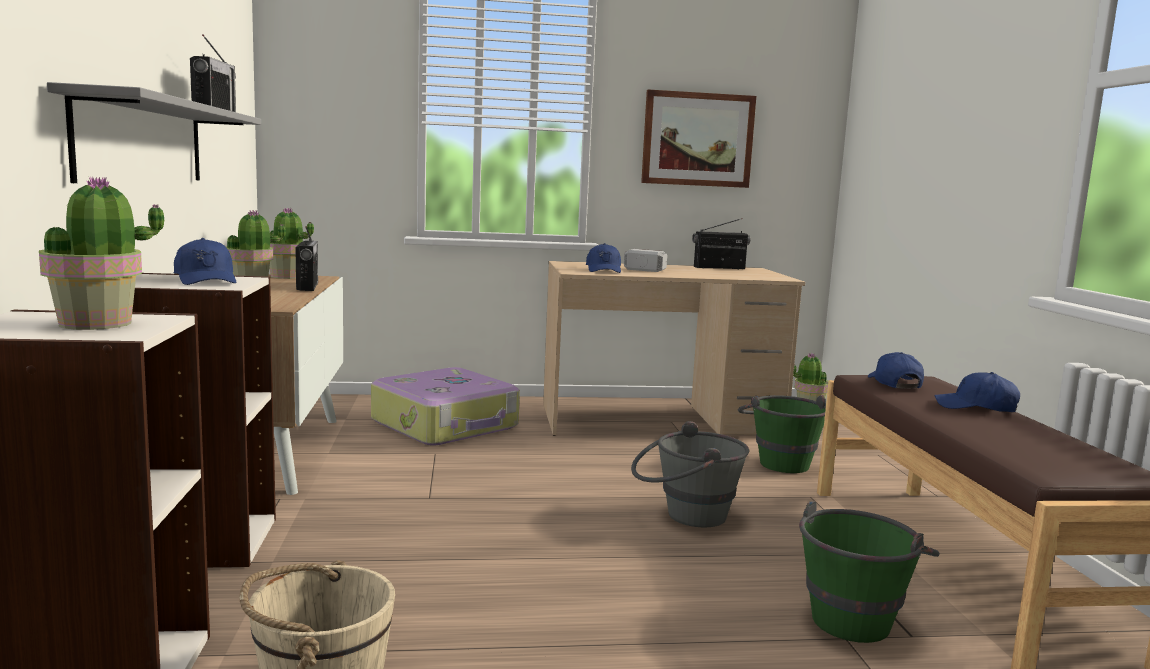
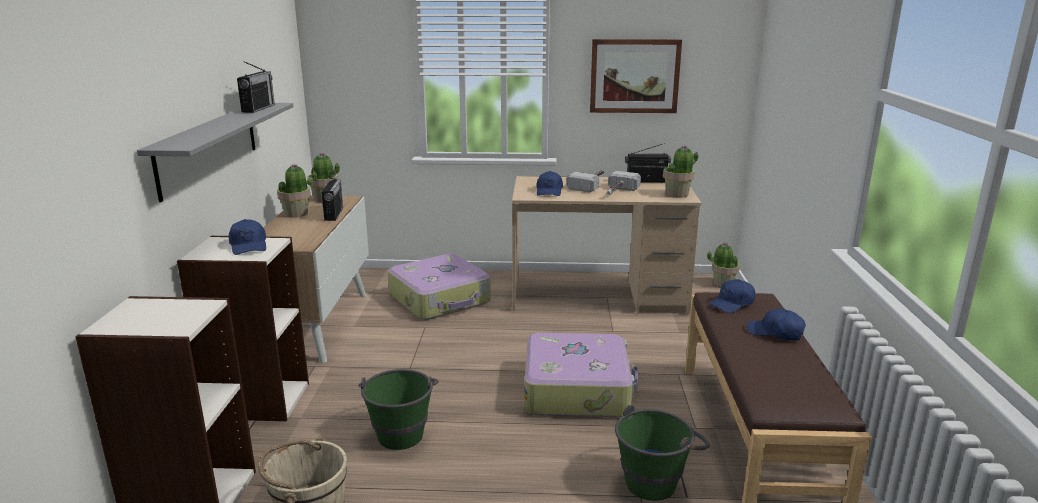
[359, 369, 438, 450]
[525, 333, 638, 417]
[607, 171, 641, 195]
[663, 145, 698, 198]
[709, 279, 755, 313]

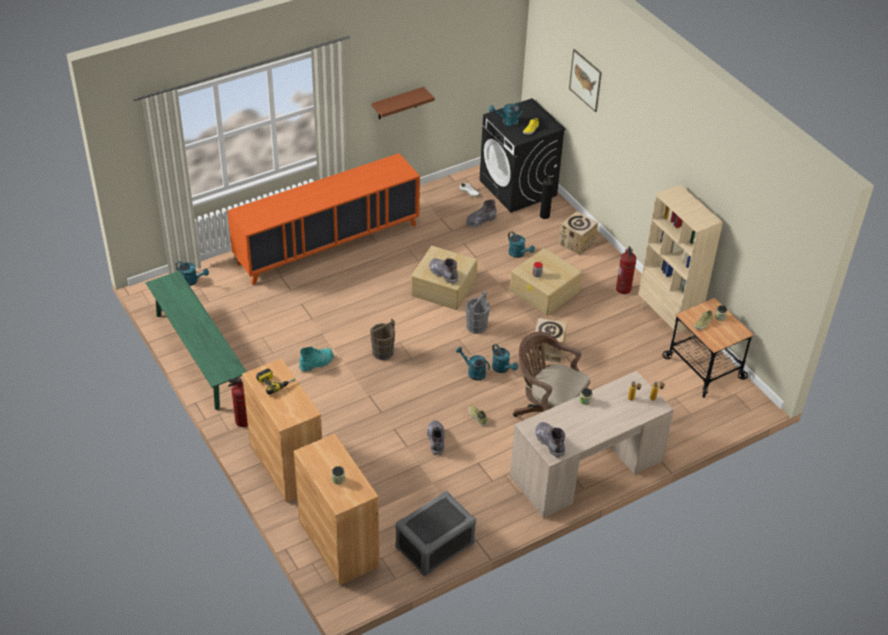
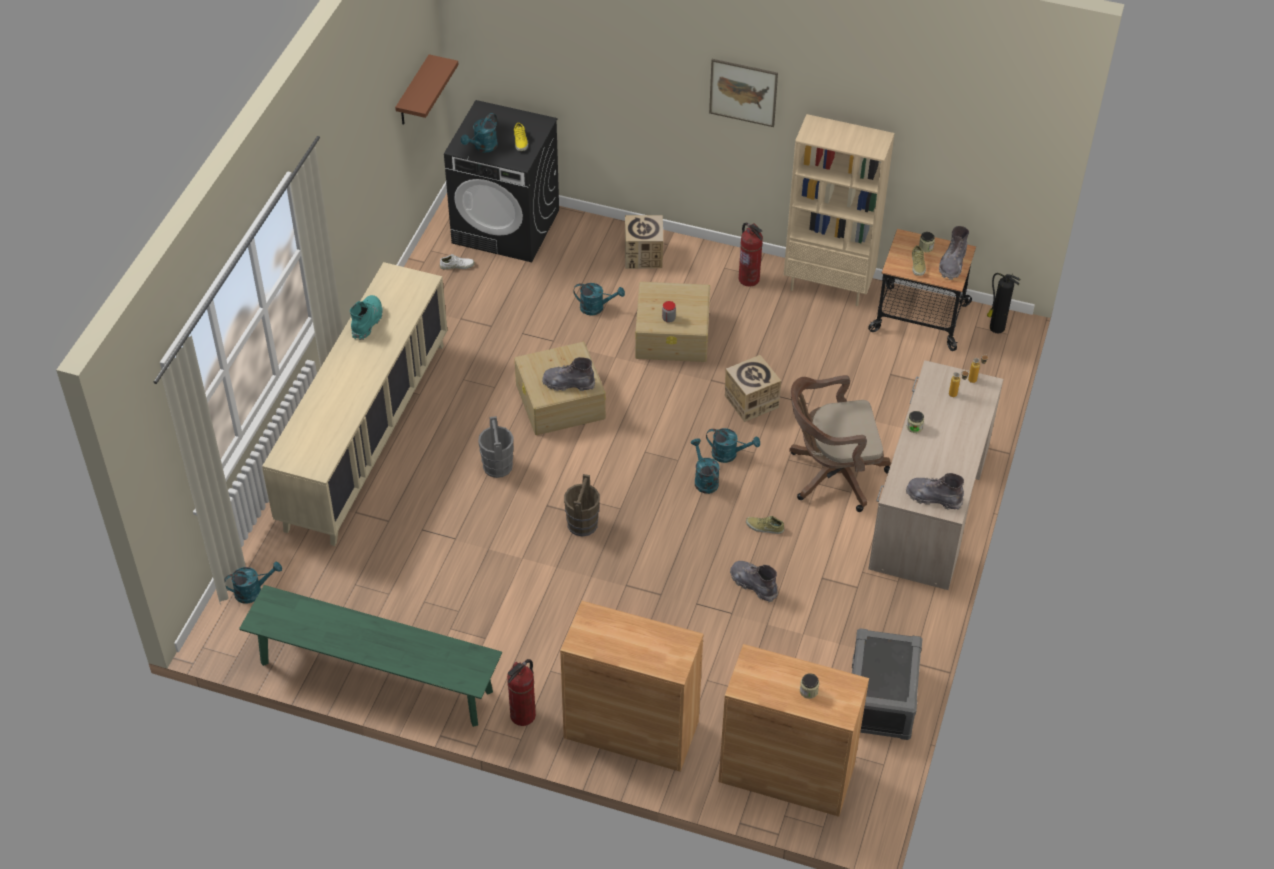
[262, 262, 448, 546]
[350, 295, 383, 340]
[395, 54, 459, 125]
[478, 416, 514, 478]
[691, 438, 720, 494]
[709, 59, 778, 127]
[939, 226, 969, 280]
[987, 273, 1020, 333]
[256, 369, 296, 395] (first image)

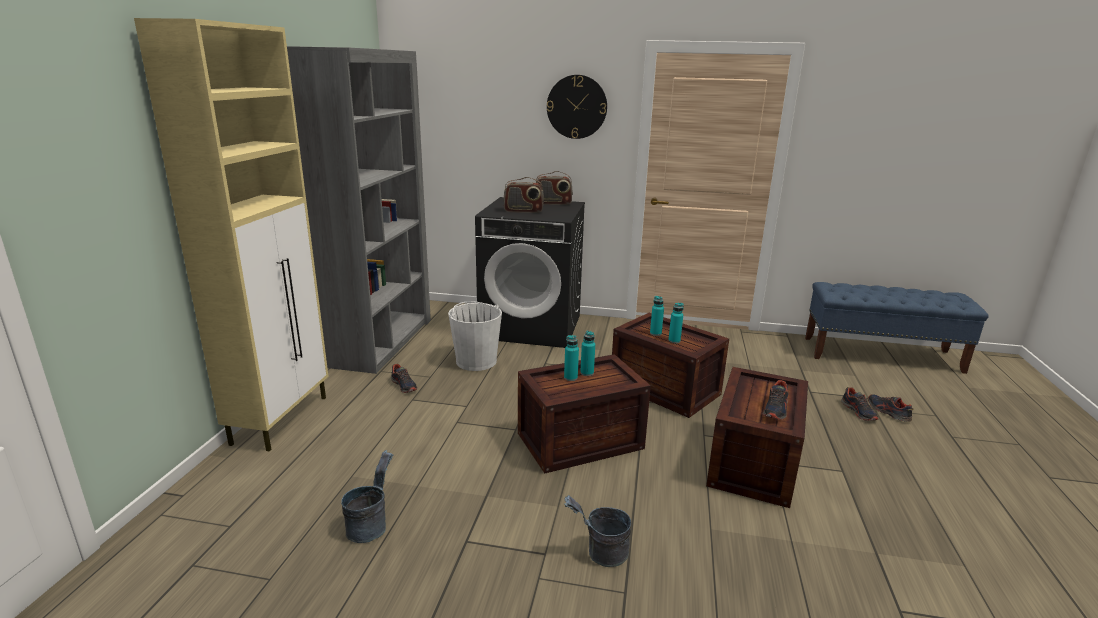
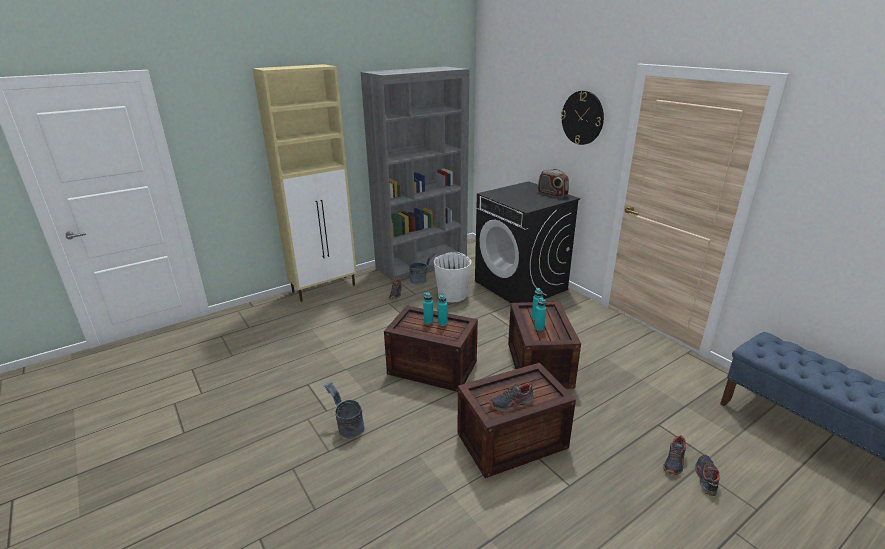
[409, 252, 436, 284]
[503, 177, 544, 213] (first image)

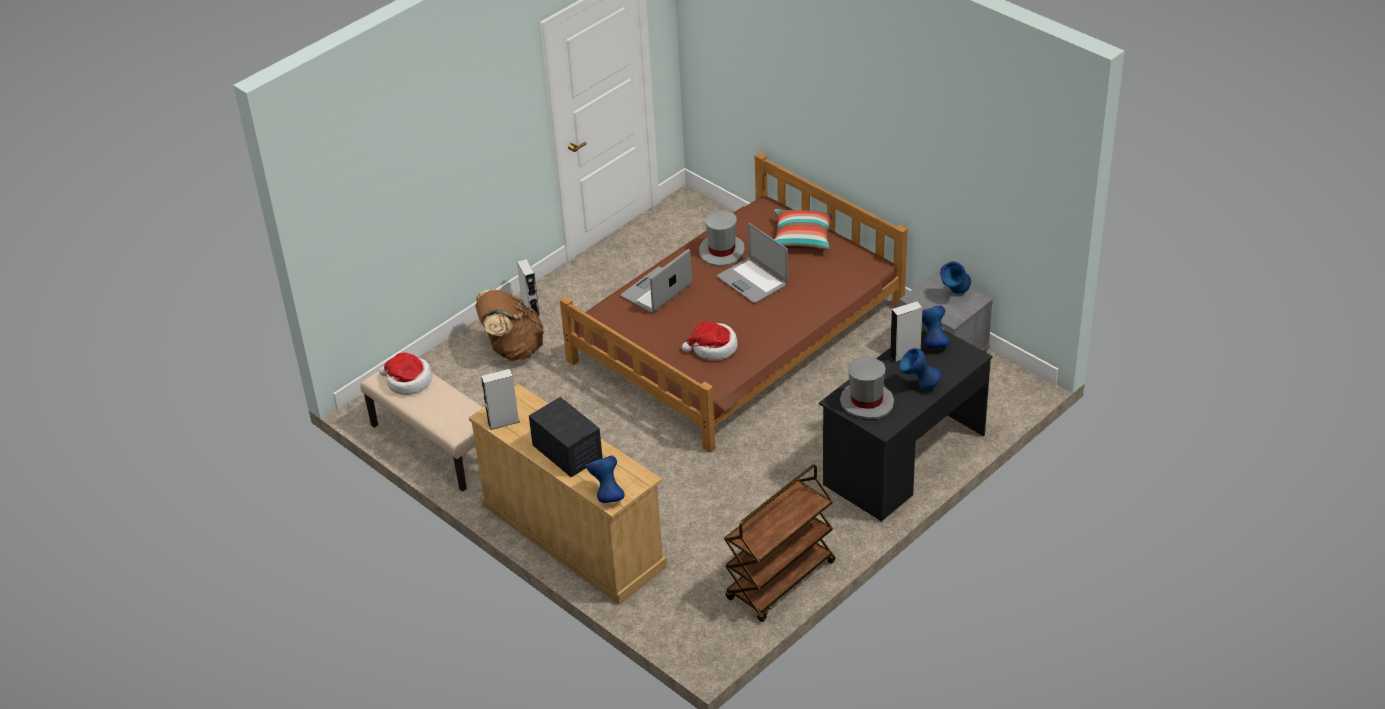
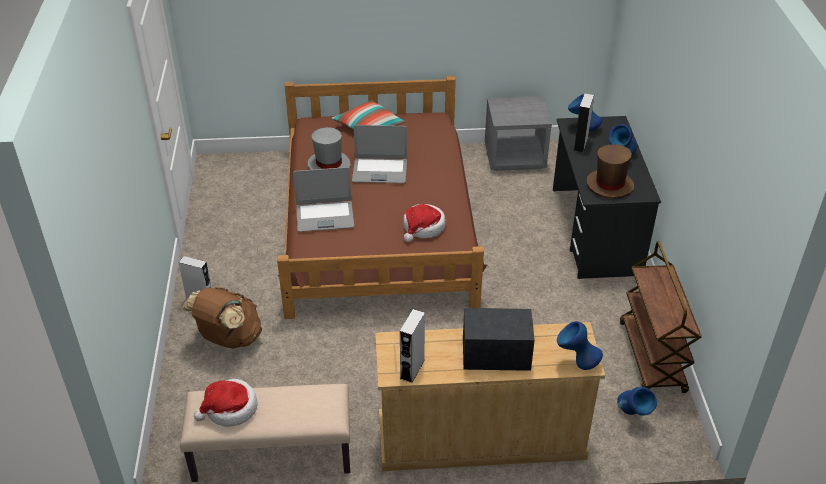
[293, 167, 354, 232]
[587, 144, 634, 199]
[617, 387, 657, 416]

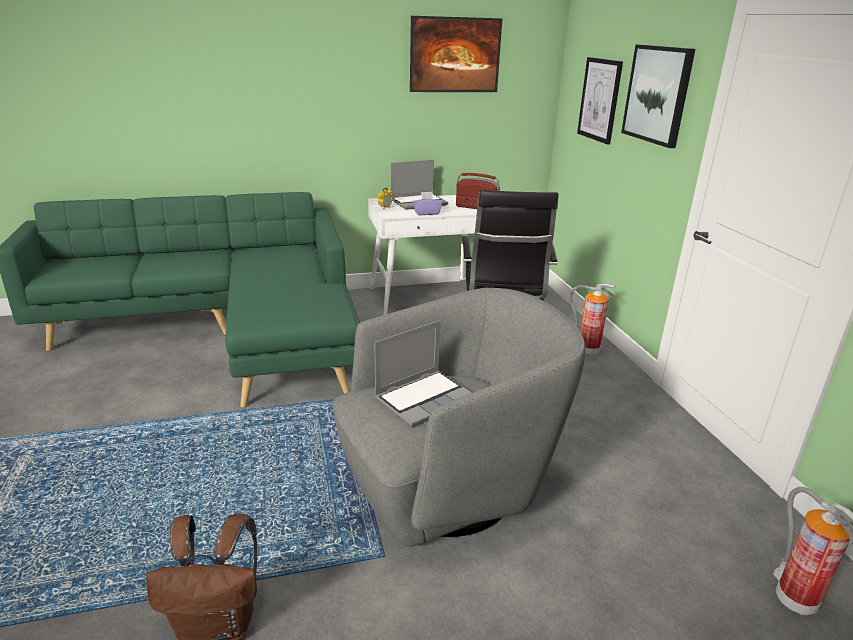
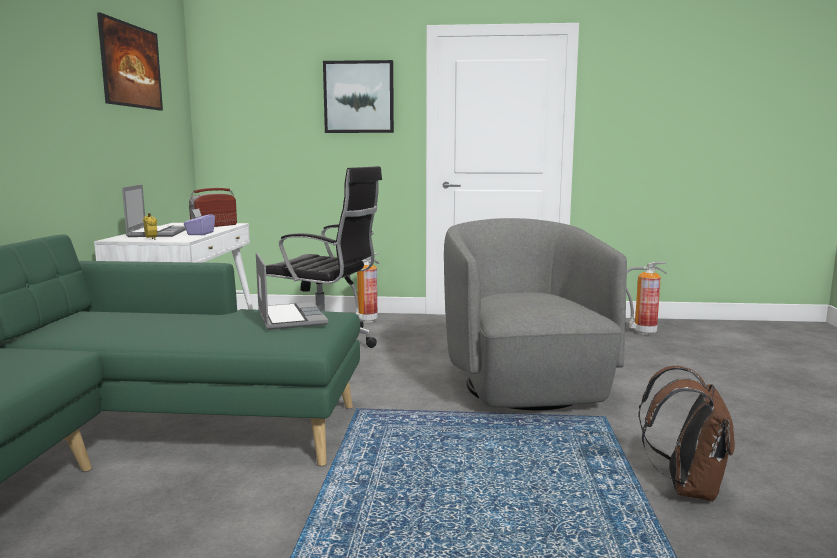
[256, 252, 328, 330]
[577, 57, 623, 145] (first image)

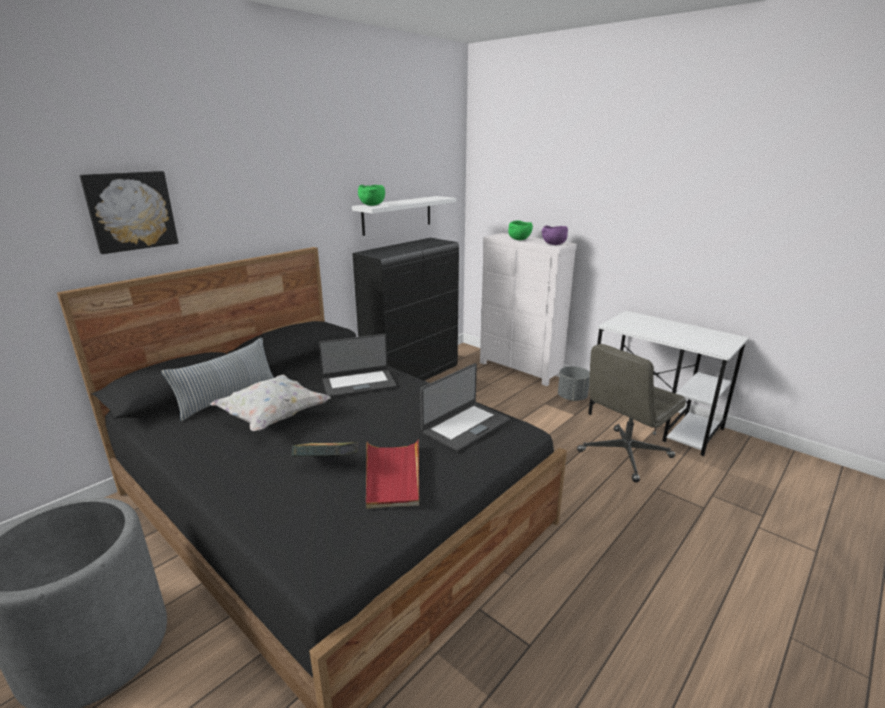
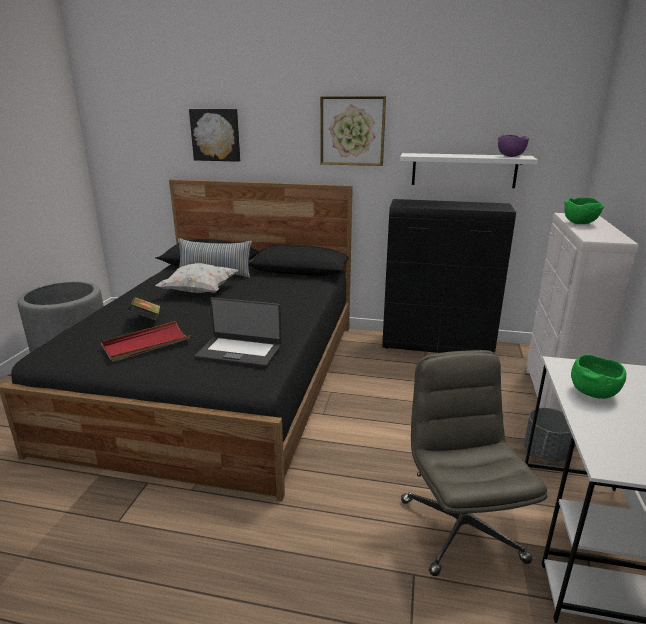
[320, 96, 386, 166]
[401, 350, 547, 576]
[498, 135, 529, 157]
[571, 354, 626, 399]
[319, 334, 397, 398] (first image)

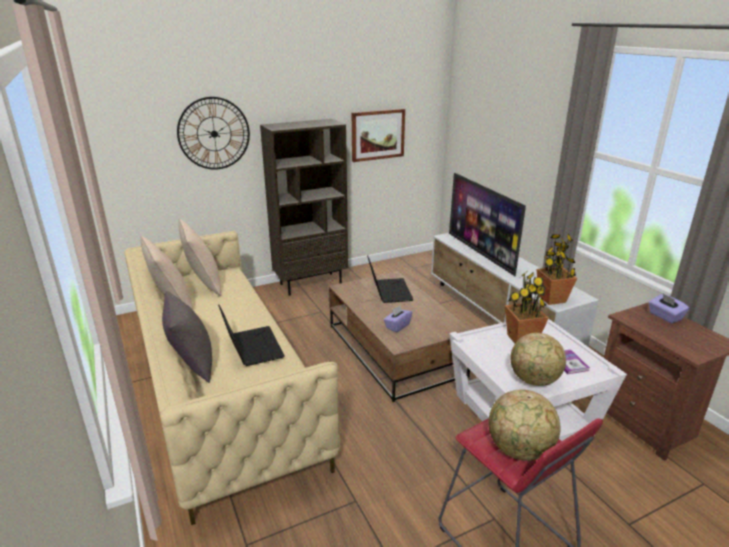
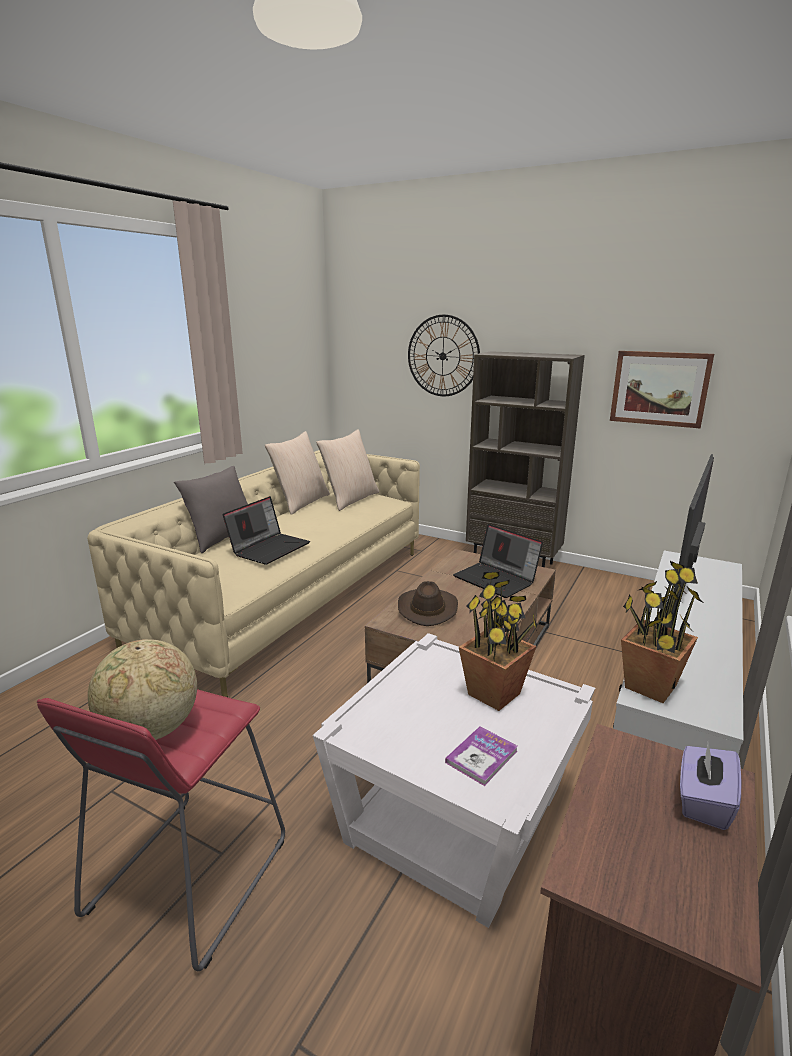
[398, 581, 458, 626]
[453, 524, 543, 598]
[510, 333, 566, 386] (first image)

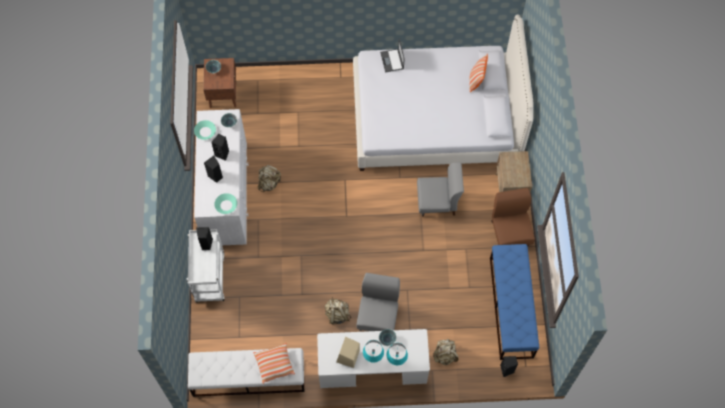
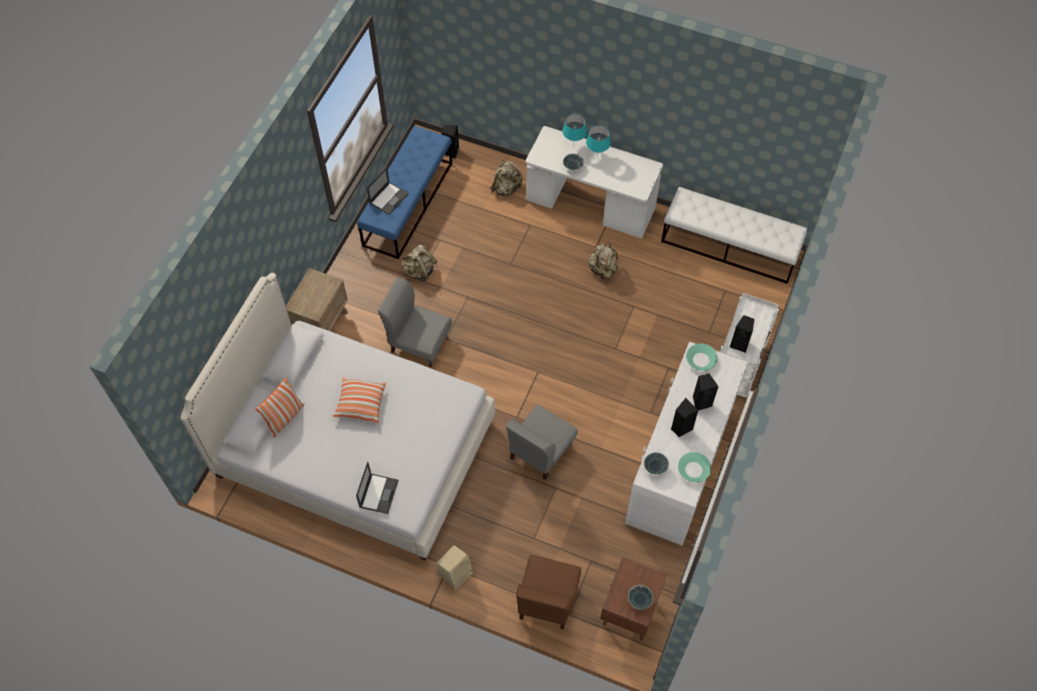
[333, 378, 386, 423]
[367, 167, 409, 215]
[401, 245, 437, 282]
[436, 545, 473, 590]
[506, 404, 578, 480]
[516, 555, 581, 629]

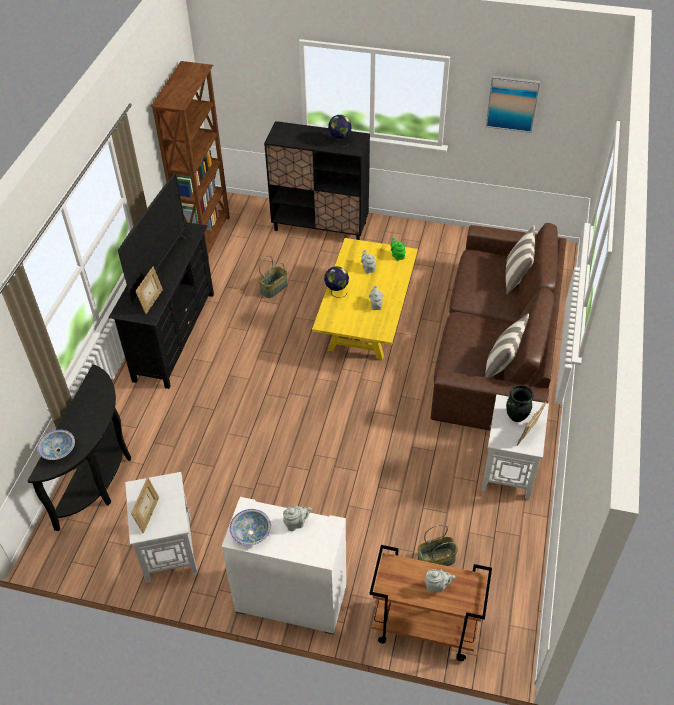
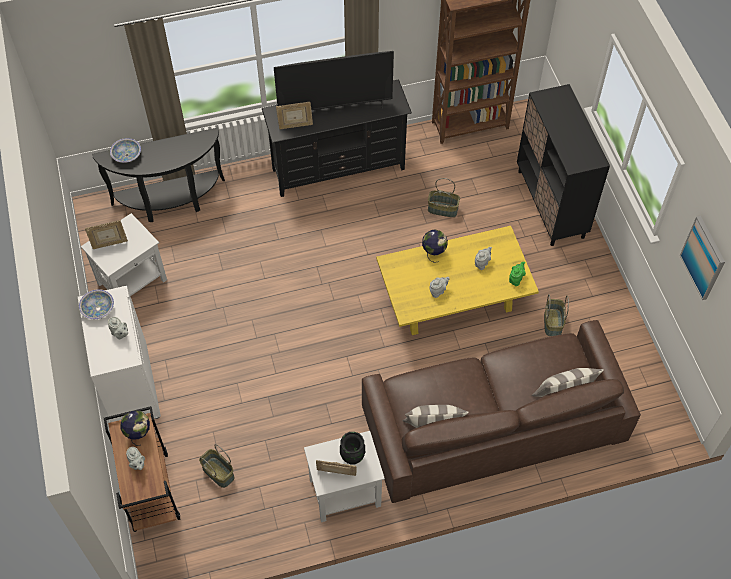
[120, 410, 150, 446]
[544, 294, 569, 336]

